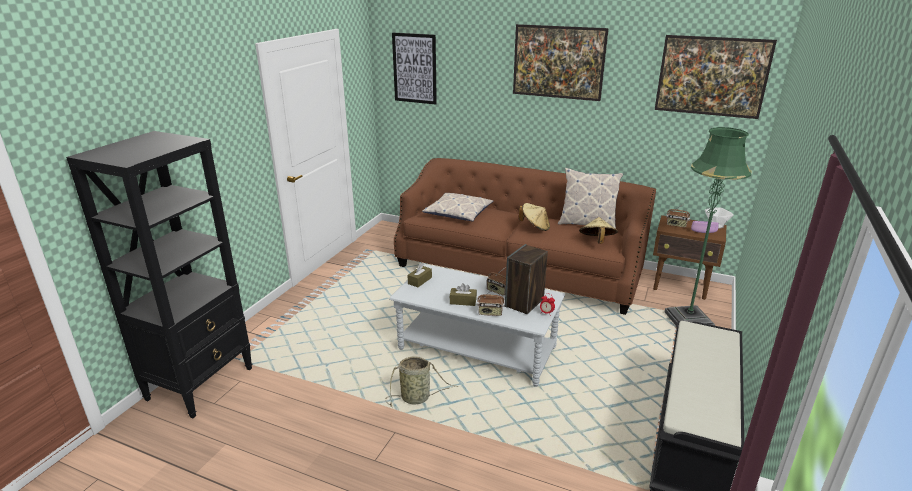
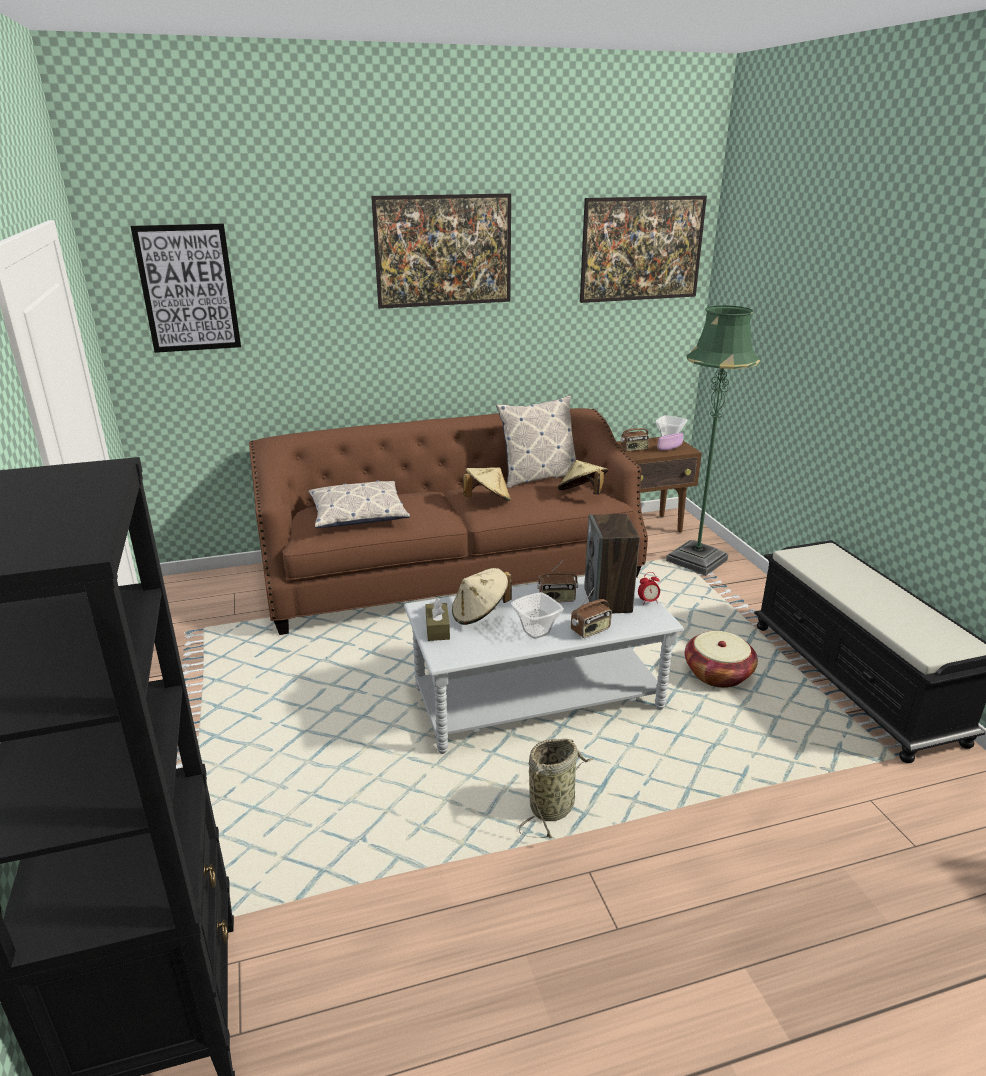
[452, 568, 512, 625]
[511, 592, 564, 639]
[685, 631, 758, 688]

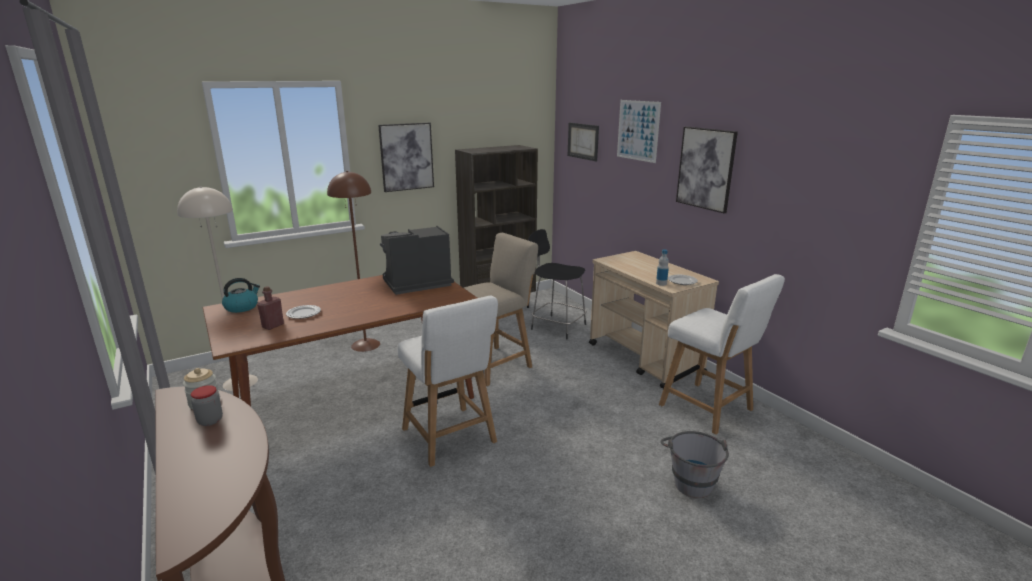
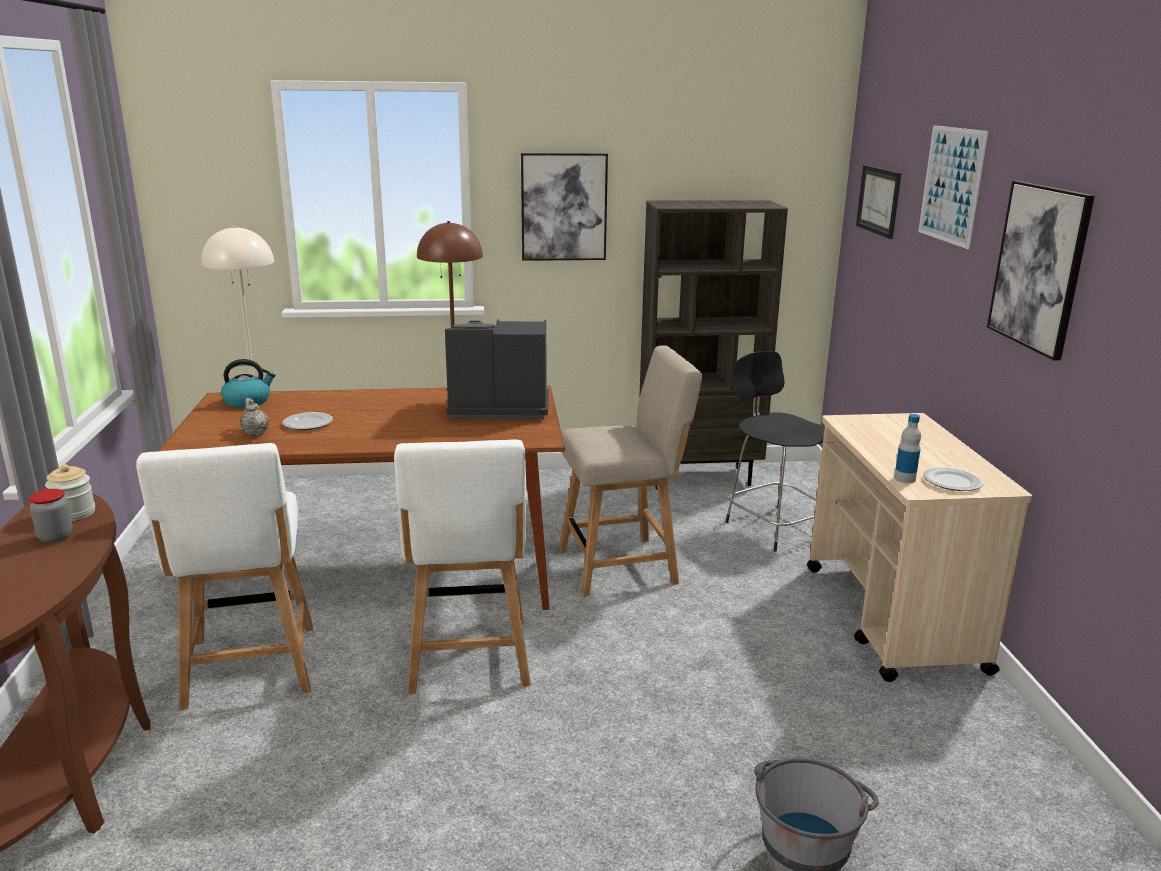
[136, 443, 313, 710]
[240, 398, 270, 436]

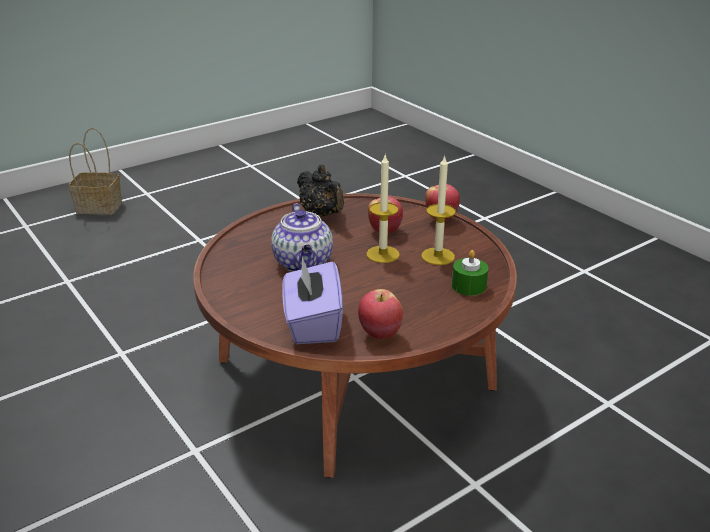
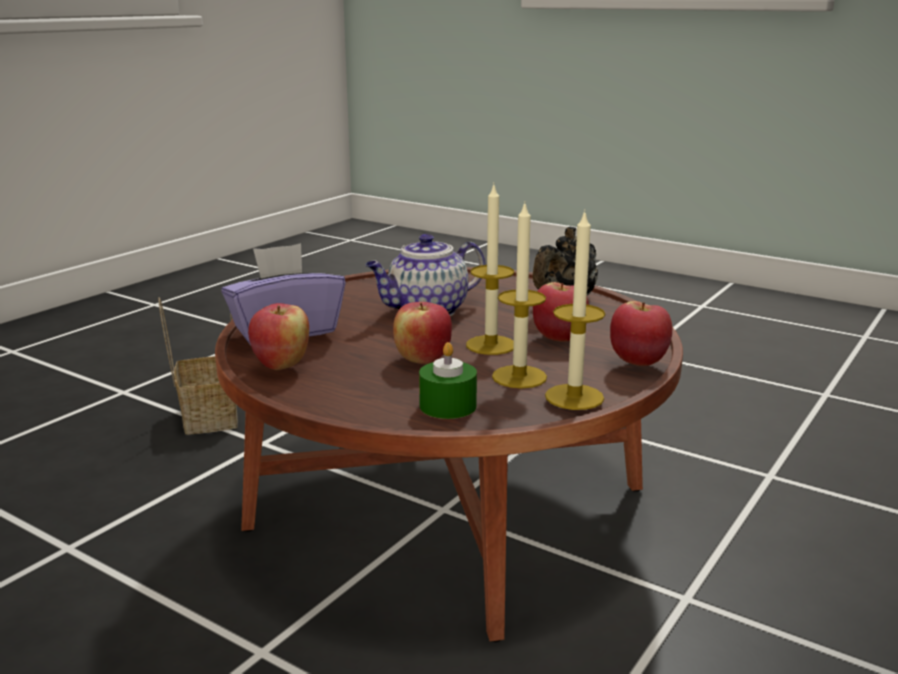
[158, 298, 238, 435]
[393, 302, 452, 364]
[545, 210, 605, 410]

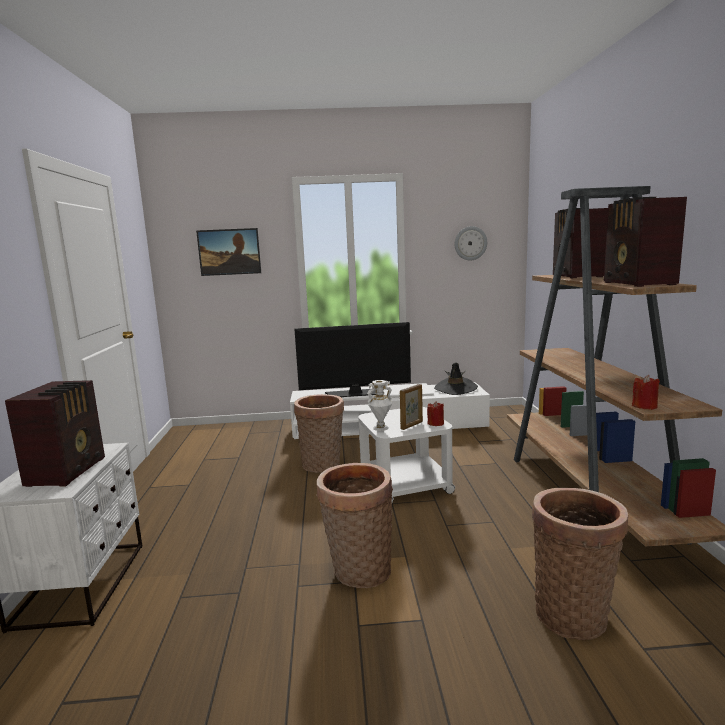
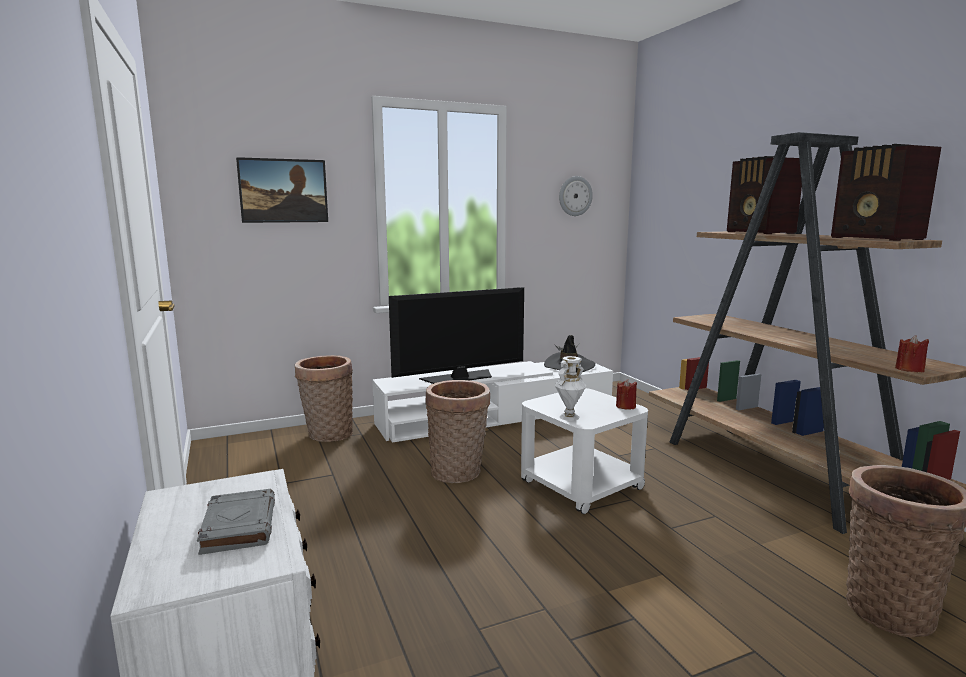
[197, 489, 275, 555]
[295, 355, 353, 442]
[400, 384, 423, 430] (first image)

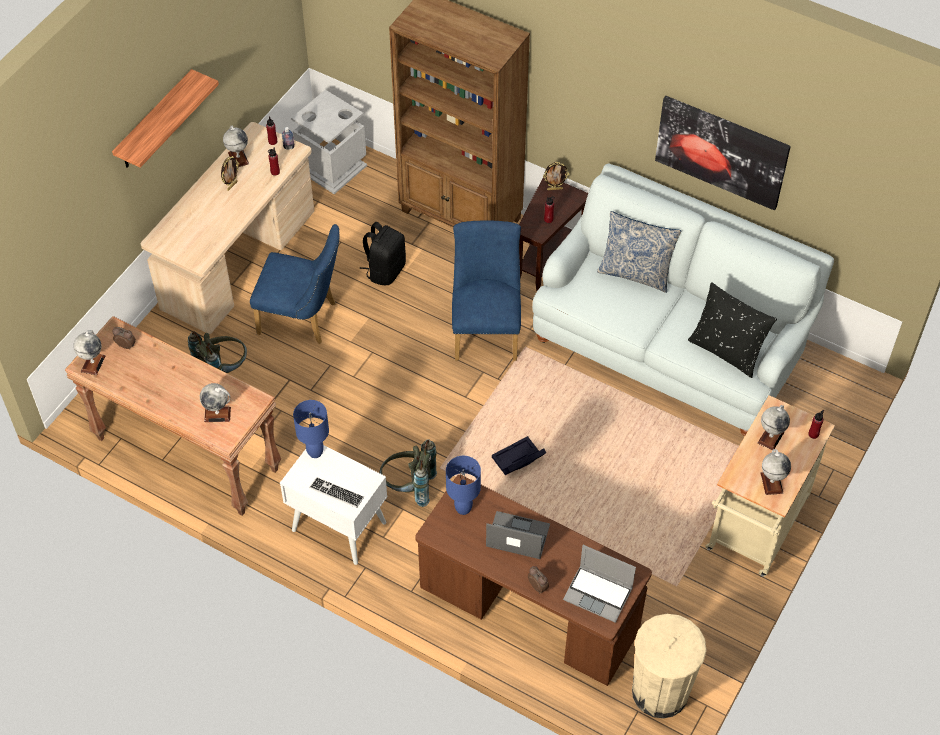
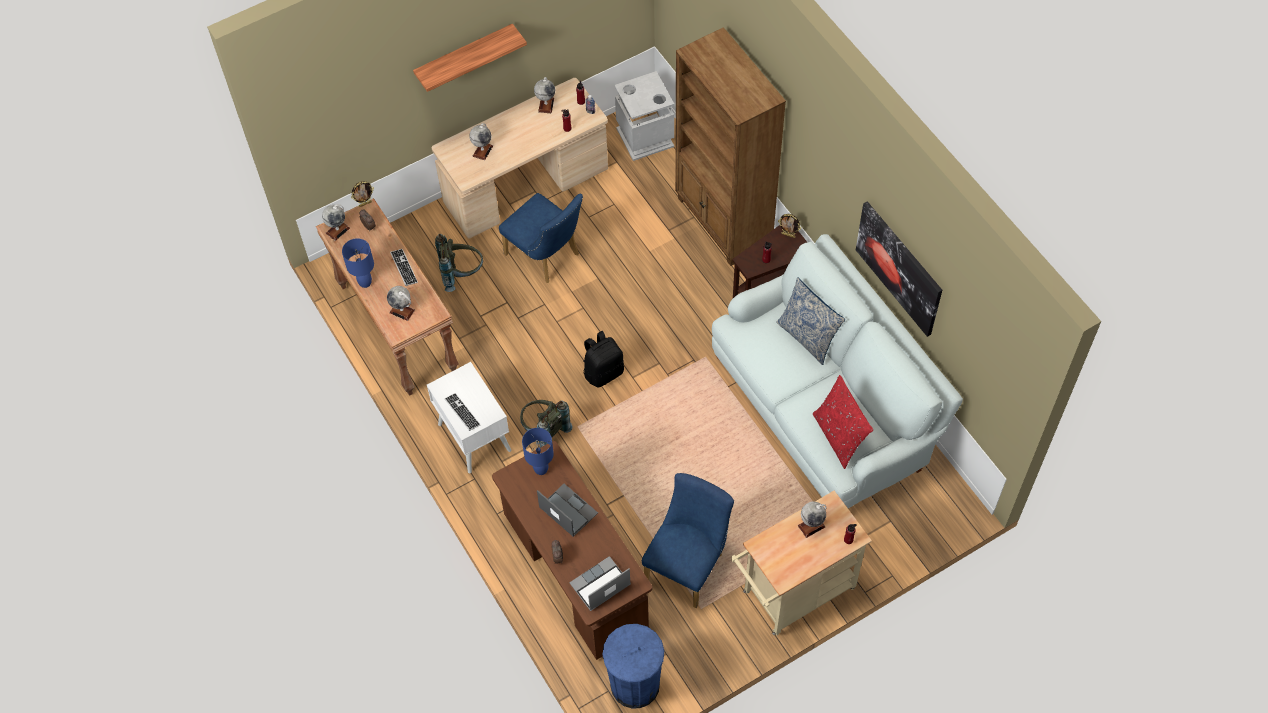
[342, 238, 374, 288]
[351, 181, 374, 207]
[390, 249, 418, 286]
[469, 123, 493, 160]
[569, 556, 631, 611]
[583, 331, 624, 388]
[602, 624, 664, 709]
[642, 473, 734, 608]
[813, 375, 873, 469]
[492, 436, 546, 475] (first image)

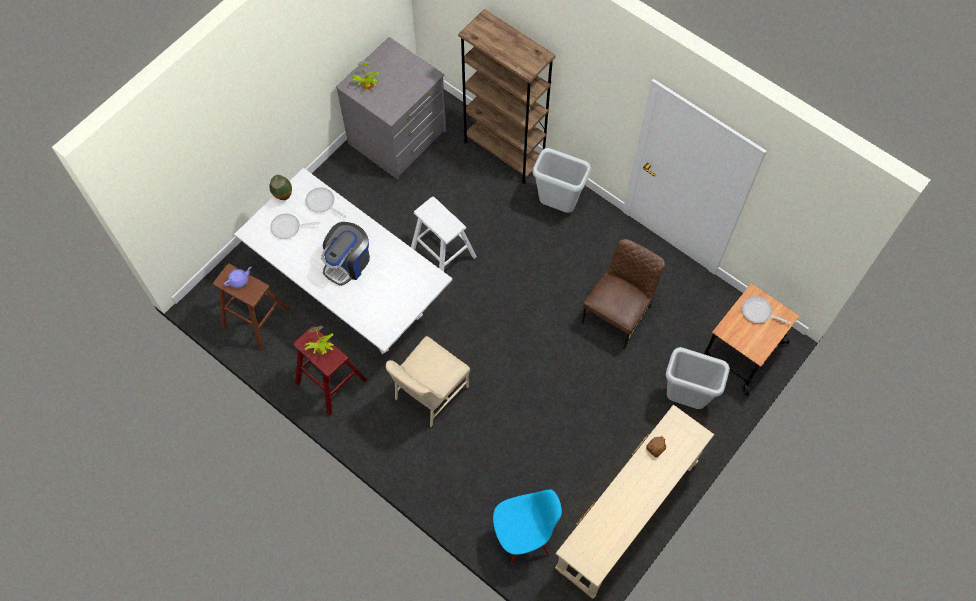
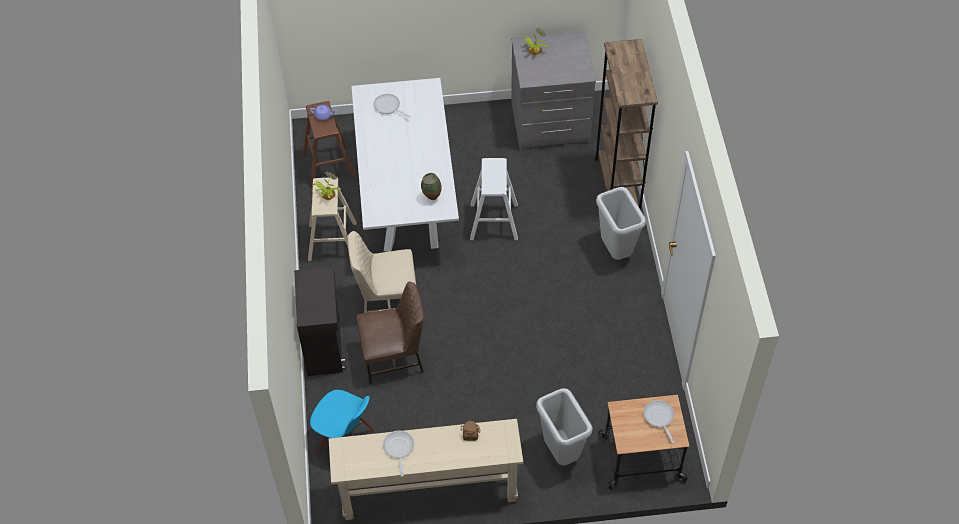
[294, 267, 346, 376]
[308, 177, 357, 261]
[356, 282, 424, 385]
[383, 430, 414, 477]
[421, 173, 442, 200]
[321, 222, 370, 286] (first image)

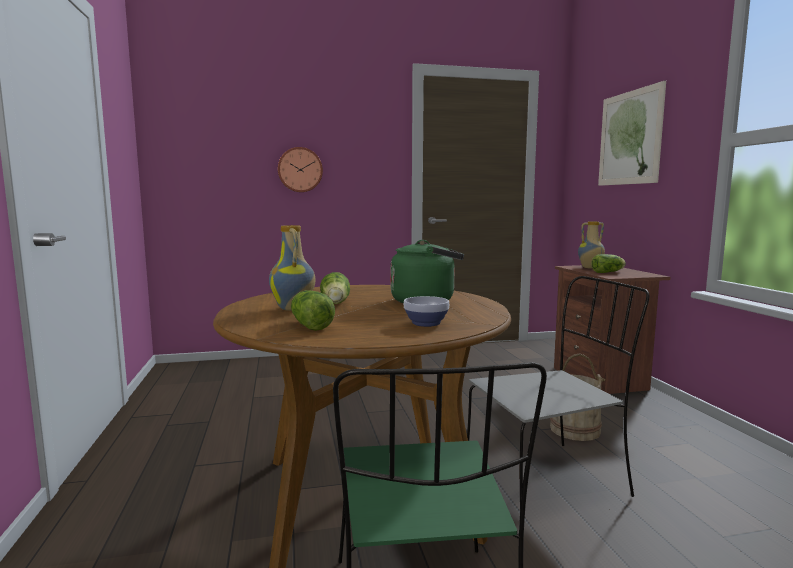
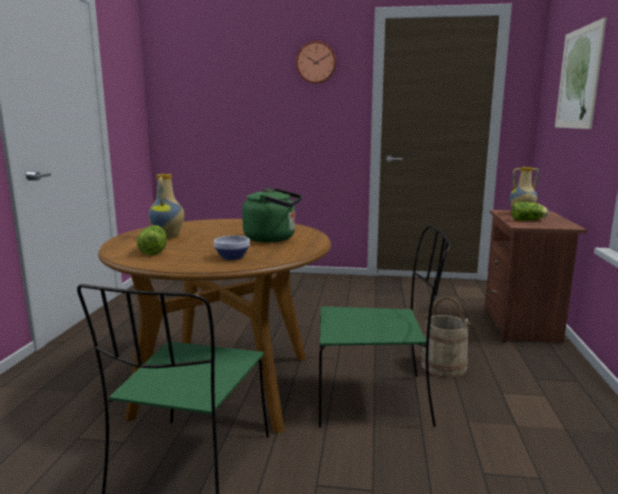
[296, 41, 336, 84]
[319, 225, 451, 427]
[320, 272, 350, 304] (first image)

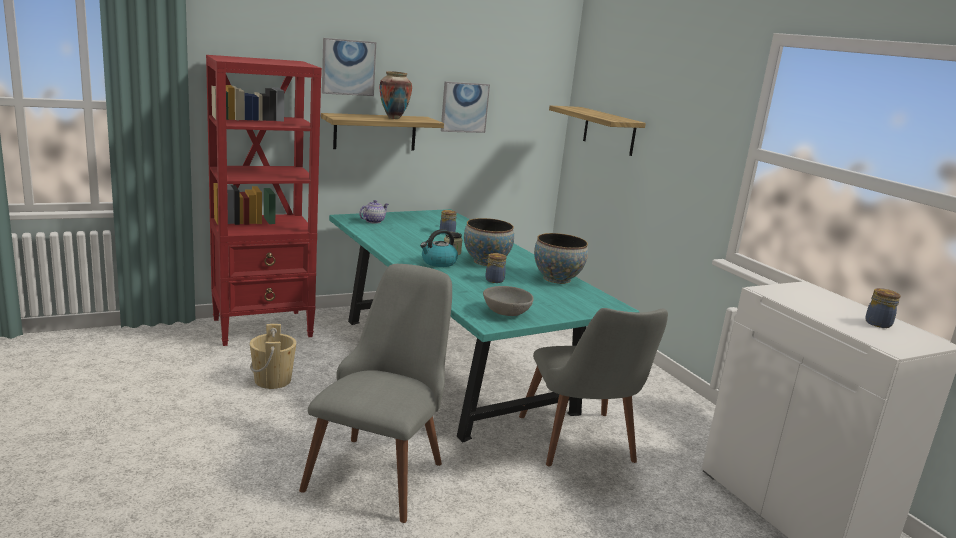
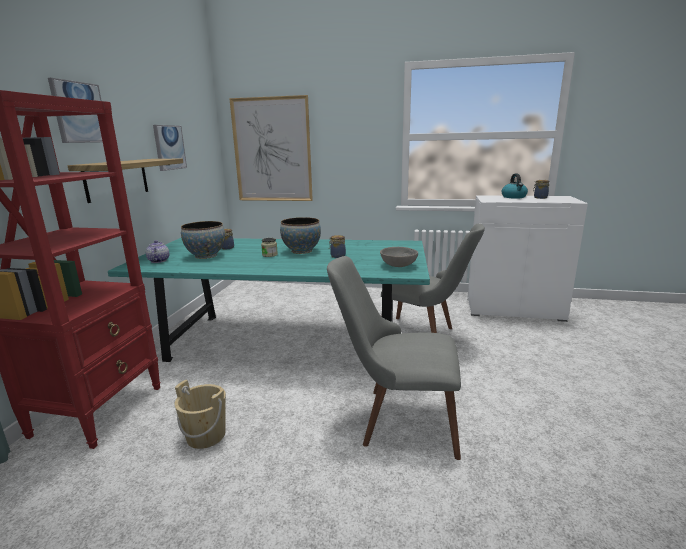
[181, 221, 225, 259]
[229, 95, 313, 201]
[327, 256, 461, 460]
[502, 174, 528, 199]
[380, 71, 412, 119] (first image)

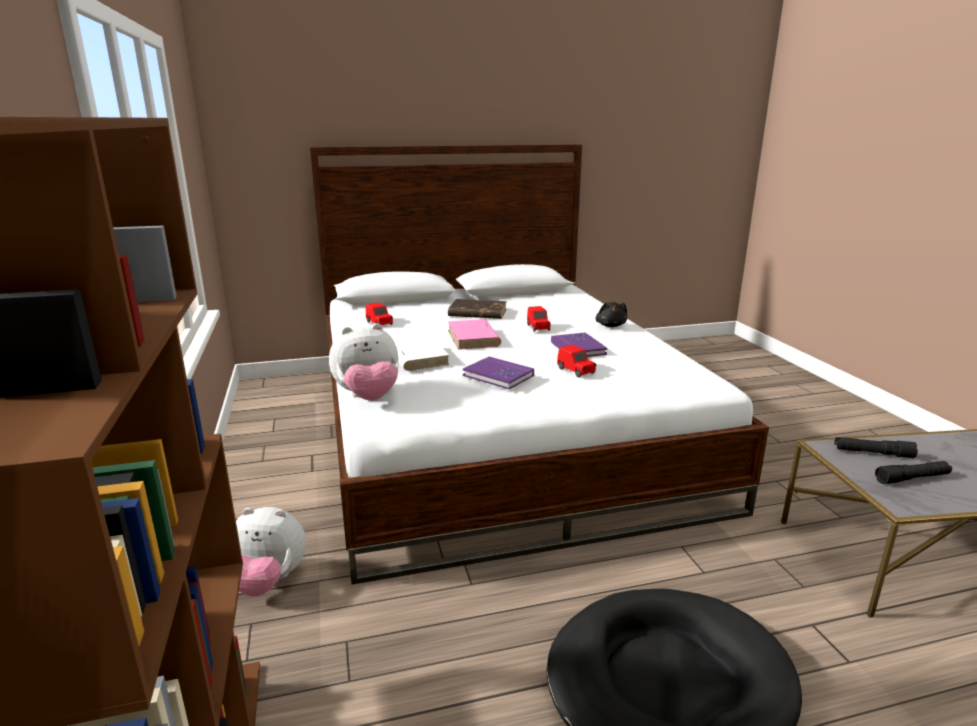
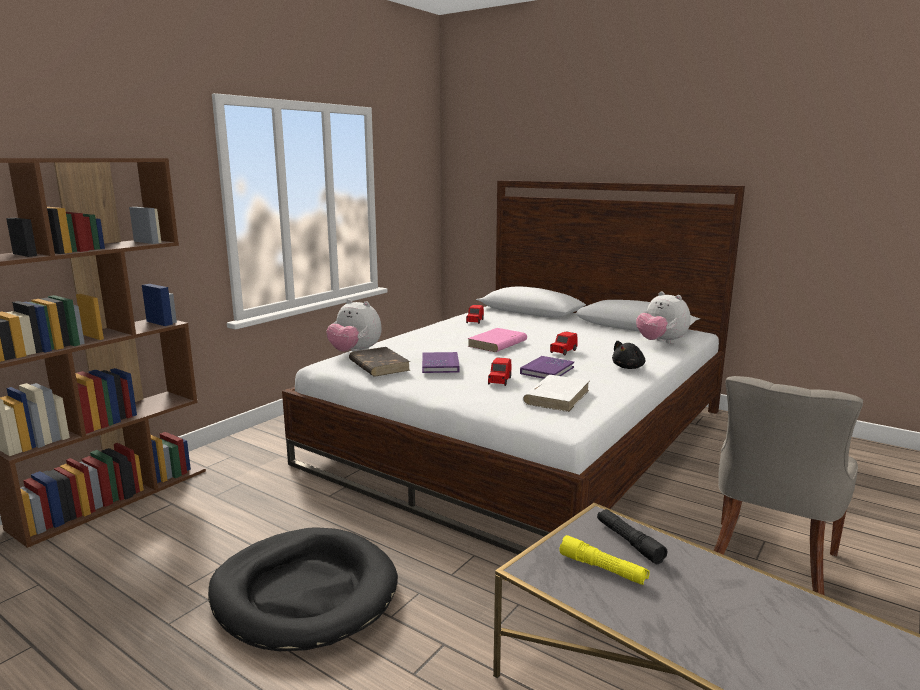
[349, 347, 410, 376]
[523, 375, 589, 412]
[560, 535, 650, 585]
[636, 291, 691, 344]
[714, 376, 863, 596]

